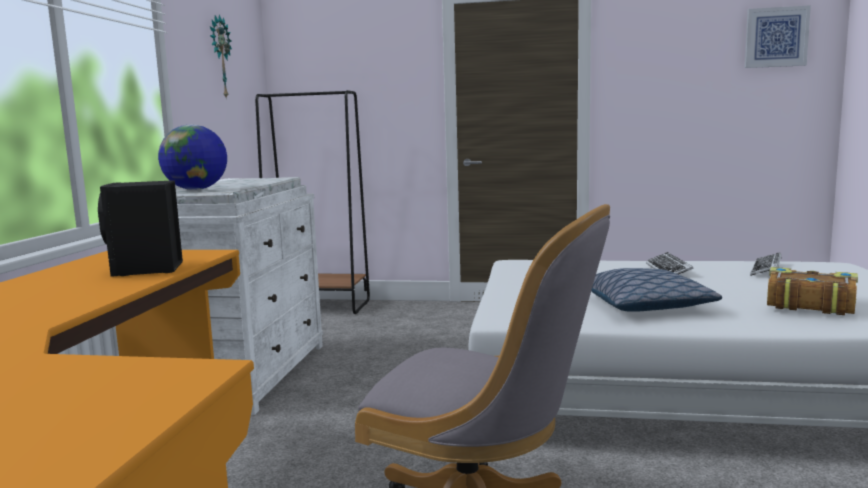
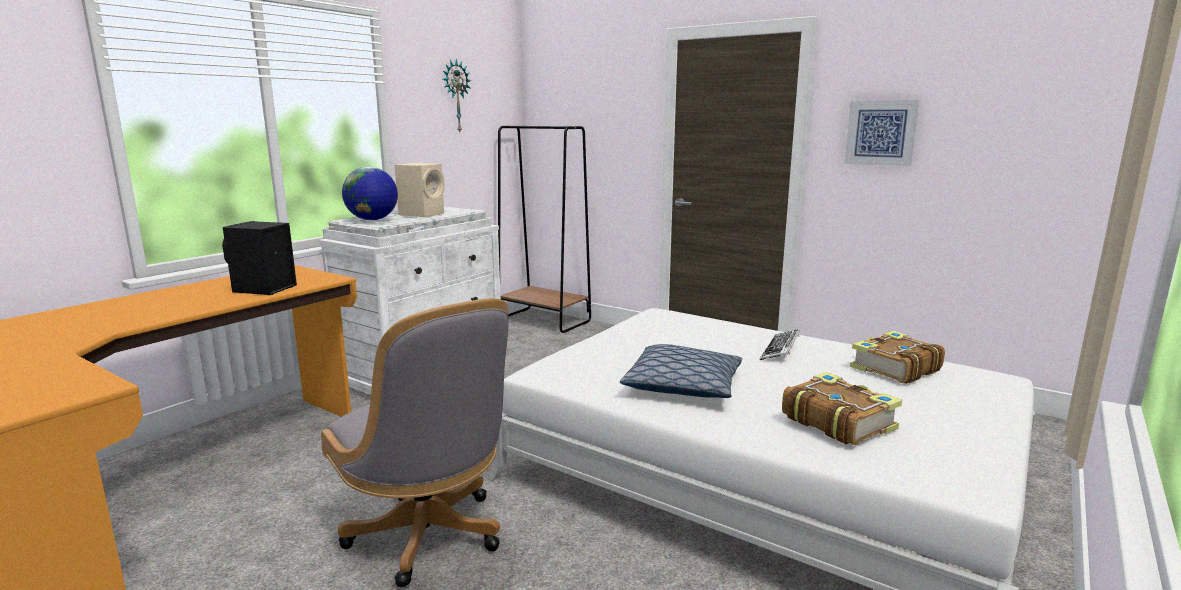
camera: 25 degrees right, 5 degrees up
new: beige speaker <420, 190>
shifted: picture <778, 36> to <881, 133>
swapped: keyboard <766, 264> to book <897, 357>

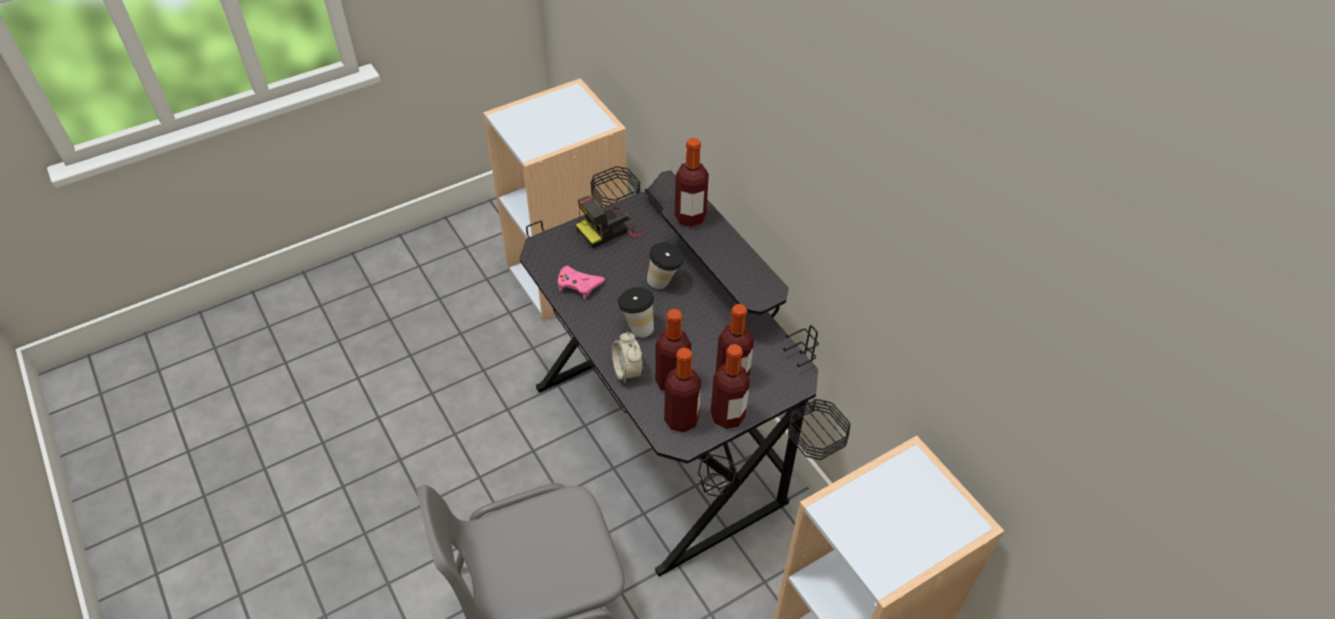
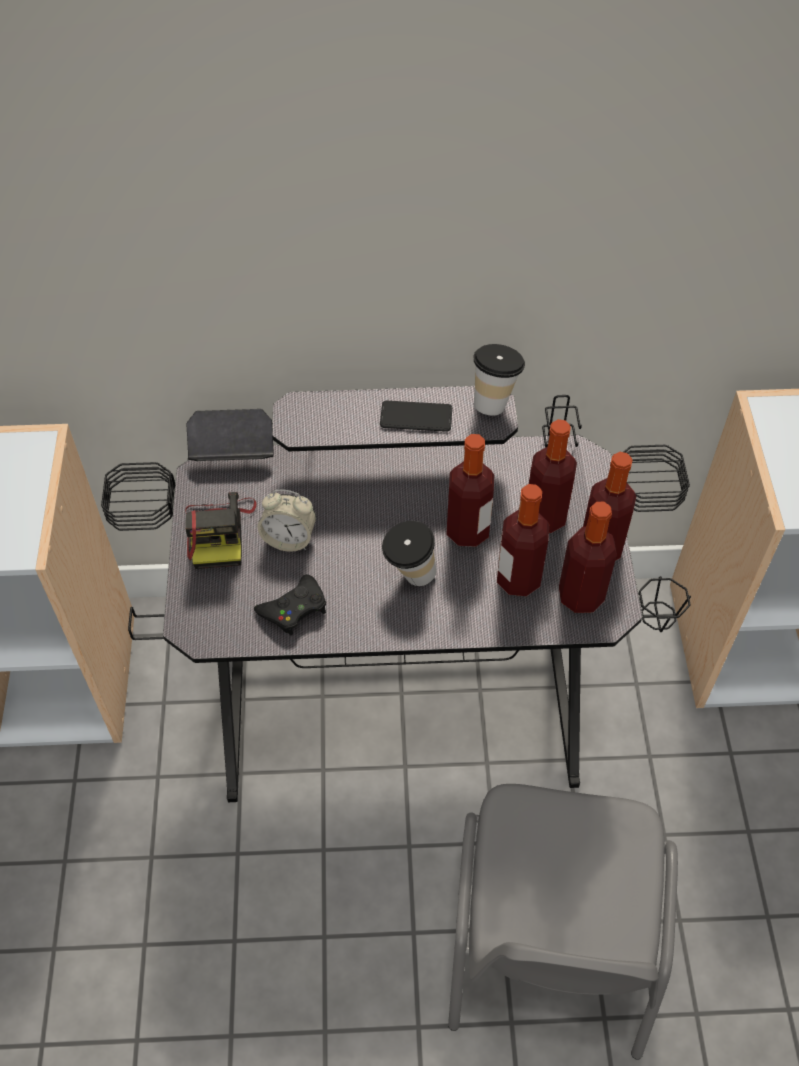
camera: 60 degrees left, 5 degrees up
new: phone <416, 416>
shifted: bottle <692, 182> to <470, 490>; cup <665, 265> to <499, 380>; alarm clock <627, 358> to <287, 521>
repainted: pink game controller <581, 282> to black game controller <290, 605>

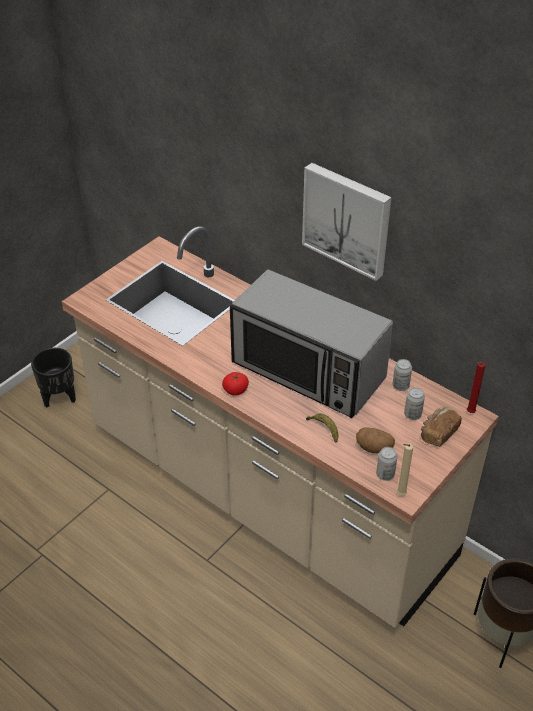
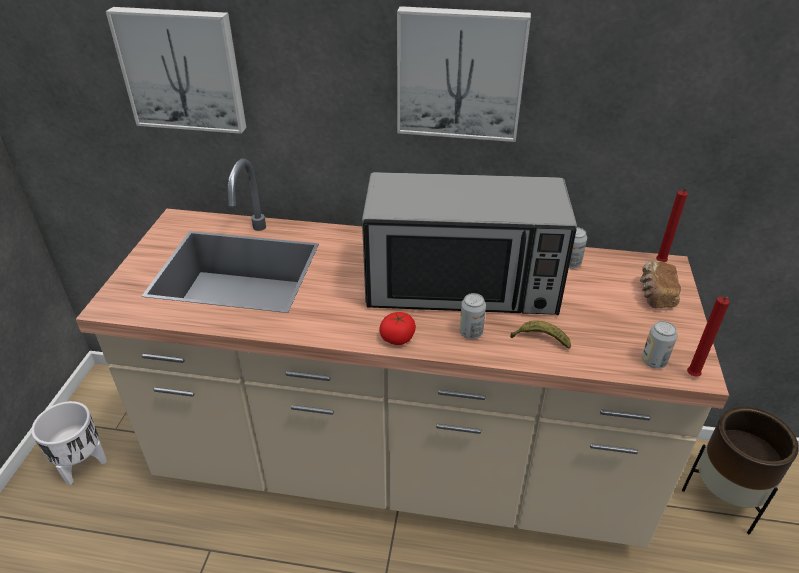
camera: 30 degrees left, 5 degrees down
gone: potato <375, 440>
new: picture <176, 70>
shifted: can <414, 403> to <472, 316>
repainted: black planter <53, 378> to white planter <69, 443>; beige candle <405, 469> to red candle <708, 336>

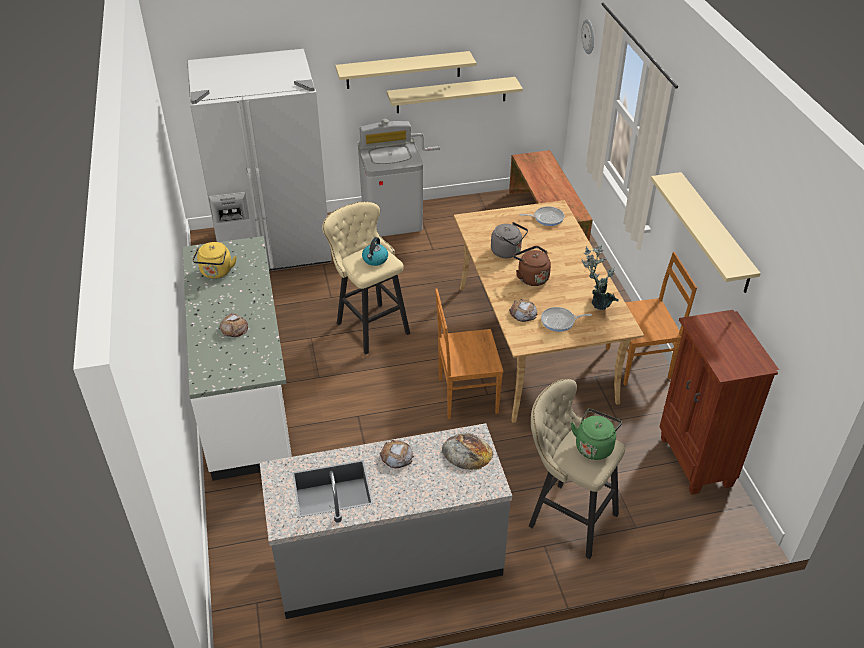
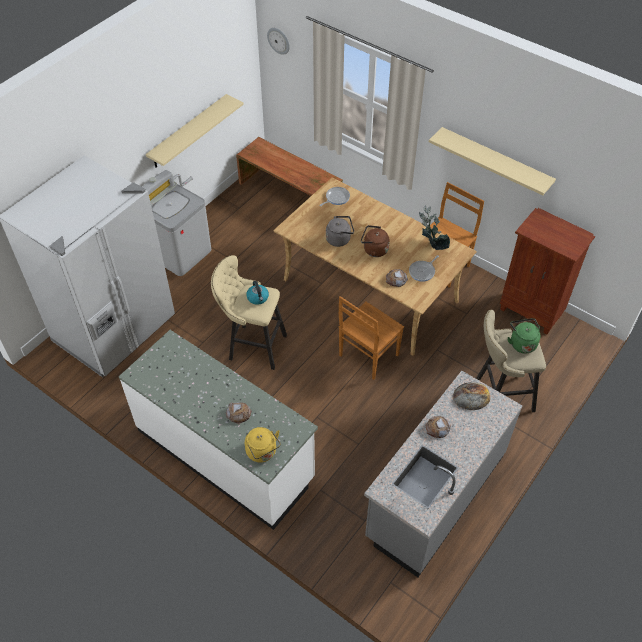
camera: 40 degrees left, 10 degrees up
gone: beige shelf <405, 70>
shifted: yellow kettle <214, 260> to <263, 445>

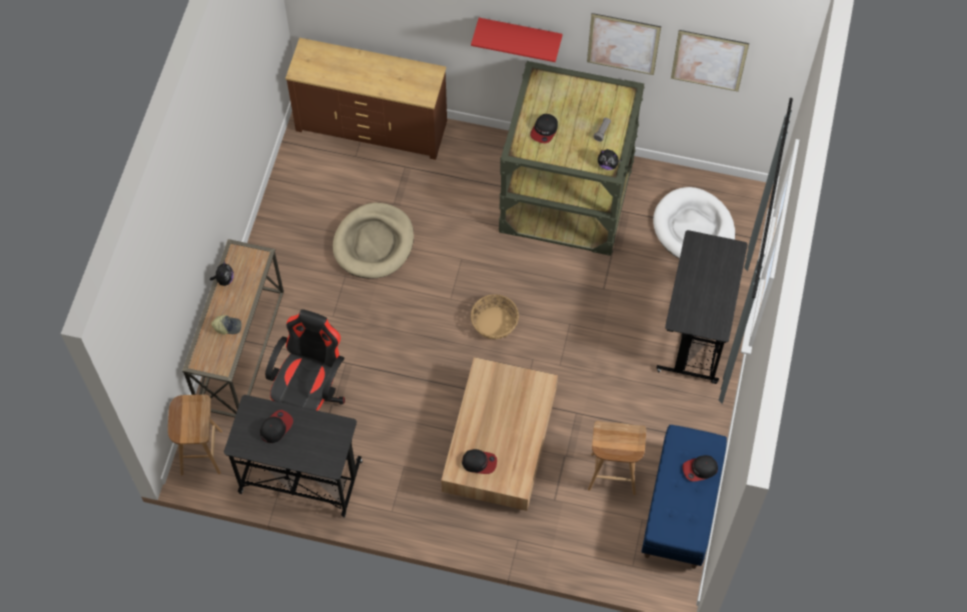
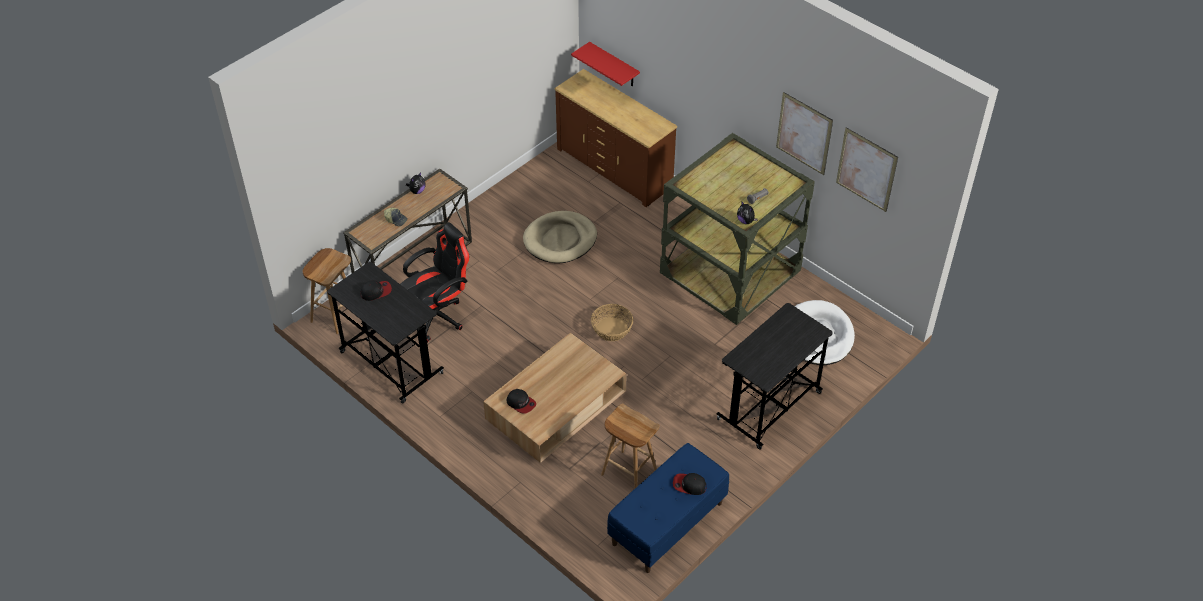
camera: 30 degrees right, 15 degrees down
gone: cap <544, 128>
shifted: red shelf <517, 40> to <605, 64>

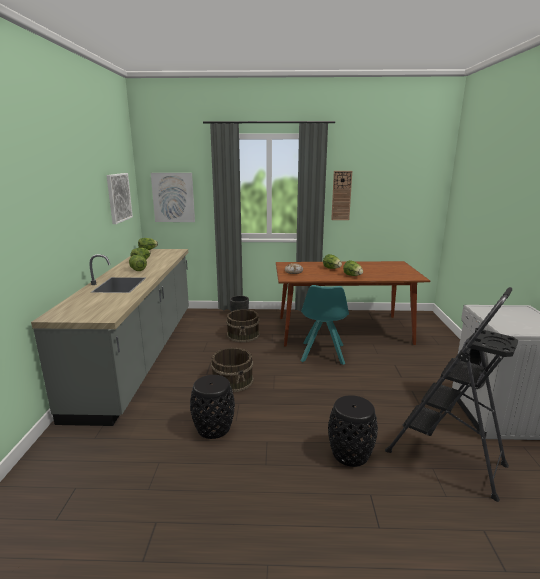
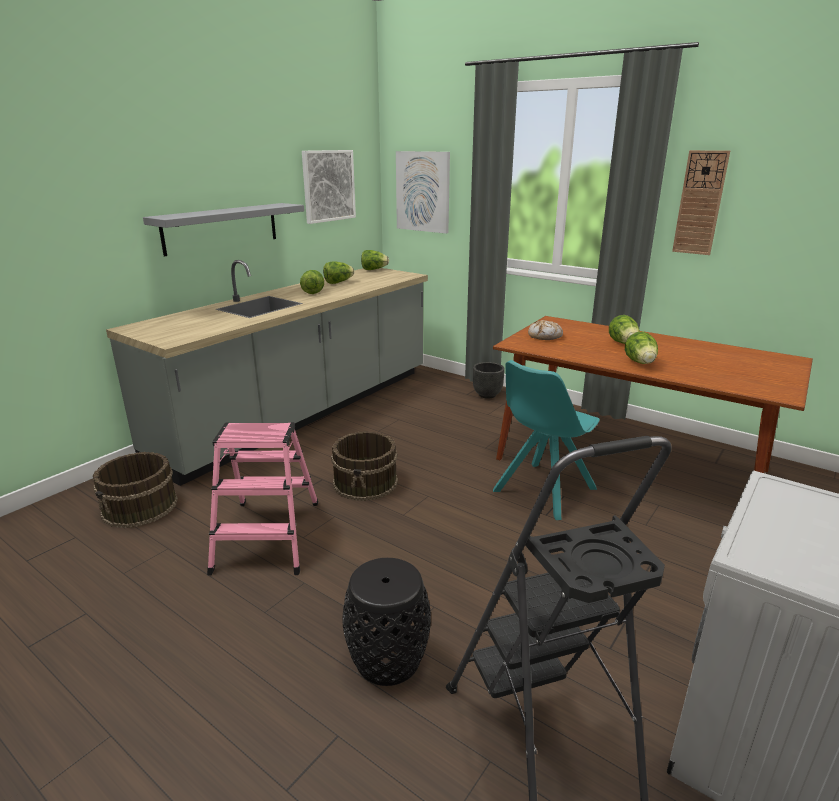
camera: 35 degrees right, 5 degrees up
new: grey shelf <223, 230>
shifted: brown bucket <242, 325> to <135, 490>
swapped: black stool <212, 407> to pink step ladder <262, 499>

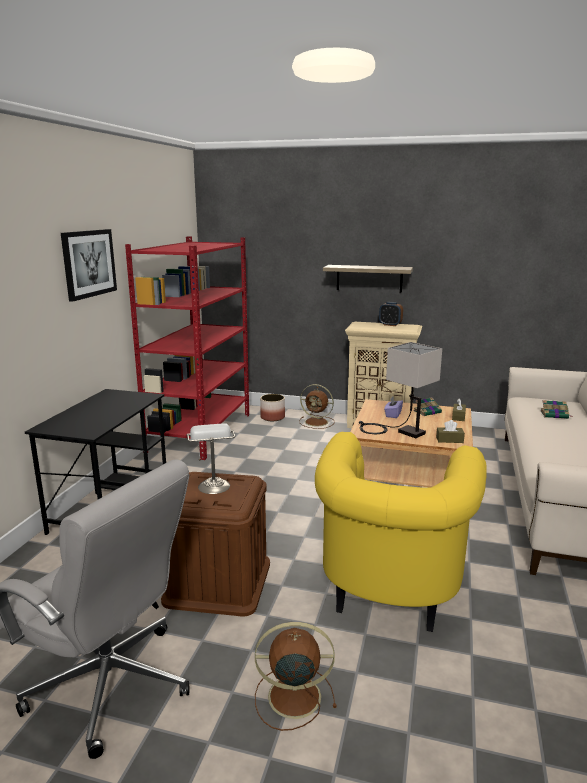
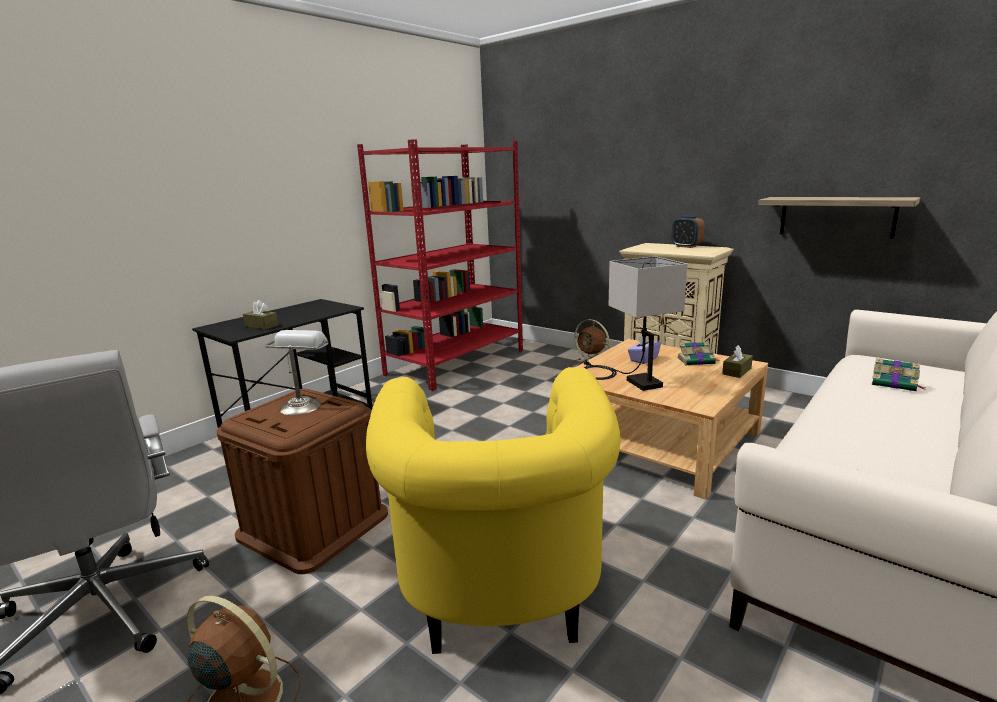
camera: 25 degrees right, 0 degrees up
gone: picture <89, 265>; planter <272, 407>
shifted: shelf <368, 278> to <839, 218>; brown tissue box <450, 431> to <261, 315>
rotated: yellow armchair <401, 532> = <493, 510> 45 degrees counterclockwise

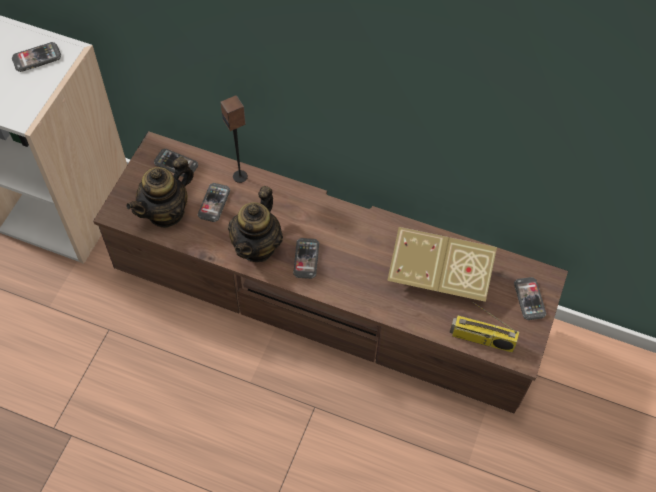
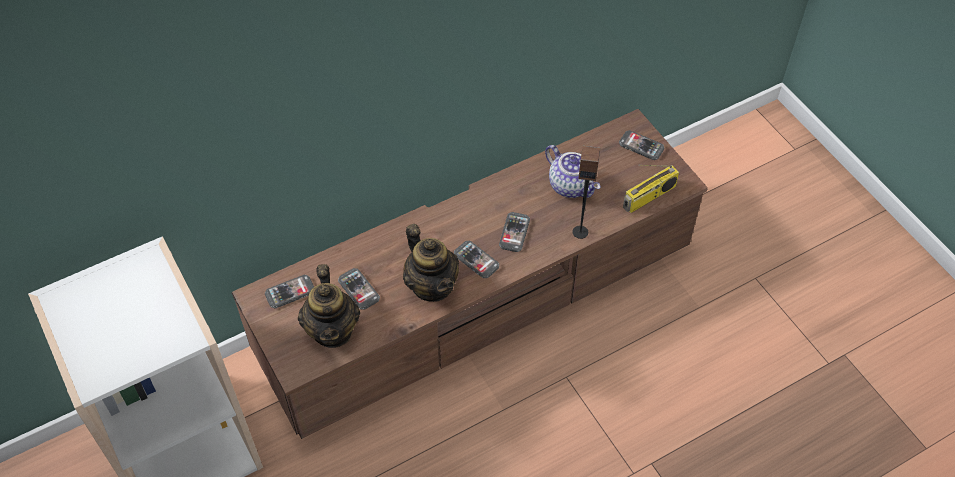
camera: 50 degrees left, 5 degrees down
shifted: phone <36, 57> to <514, 232>; speaker <234, 139> to <586, 192>
swapped: book <442, 264> to teapot <573, 171>

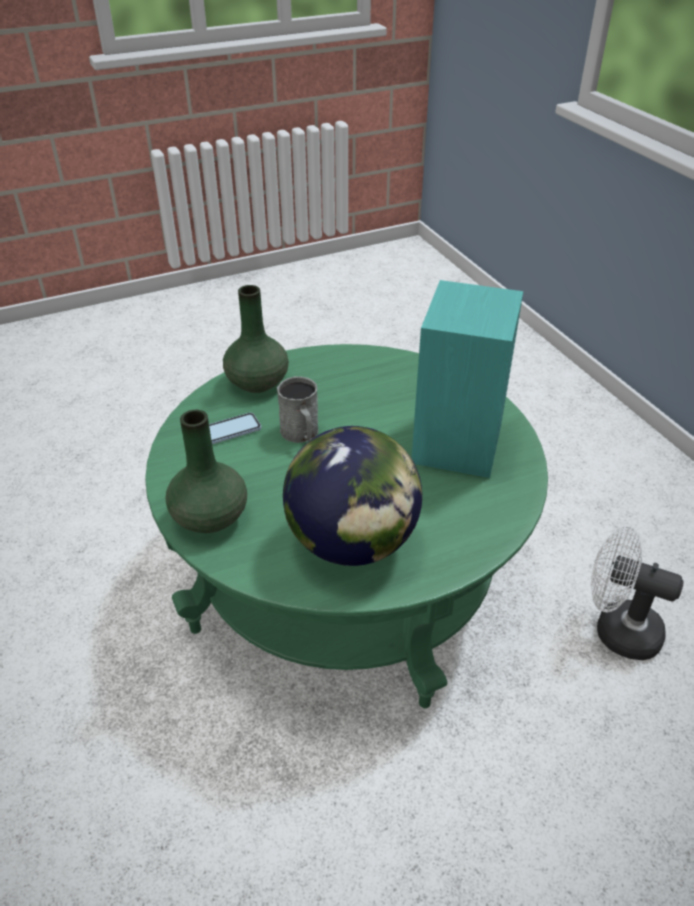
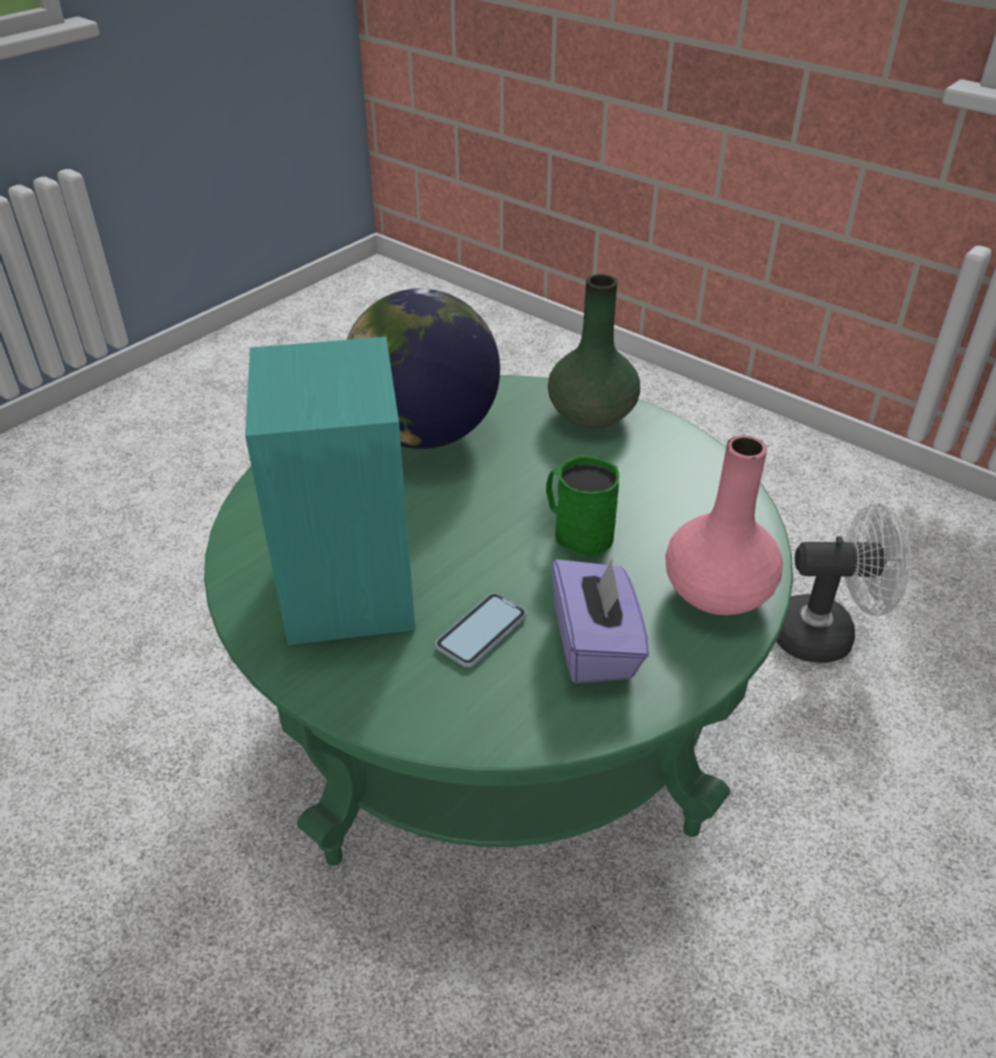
camera: 155 degrees right, 0 degrees up
new: purple tissue box <600, 620>
shifted: phone <235, 428> to <480, 630>; white fan <637, 593> to <843, 583>
repainted: green vase <256, 339> to pink vase <724, 525>; grey mug <297, 409> to green mug <582, 506>

